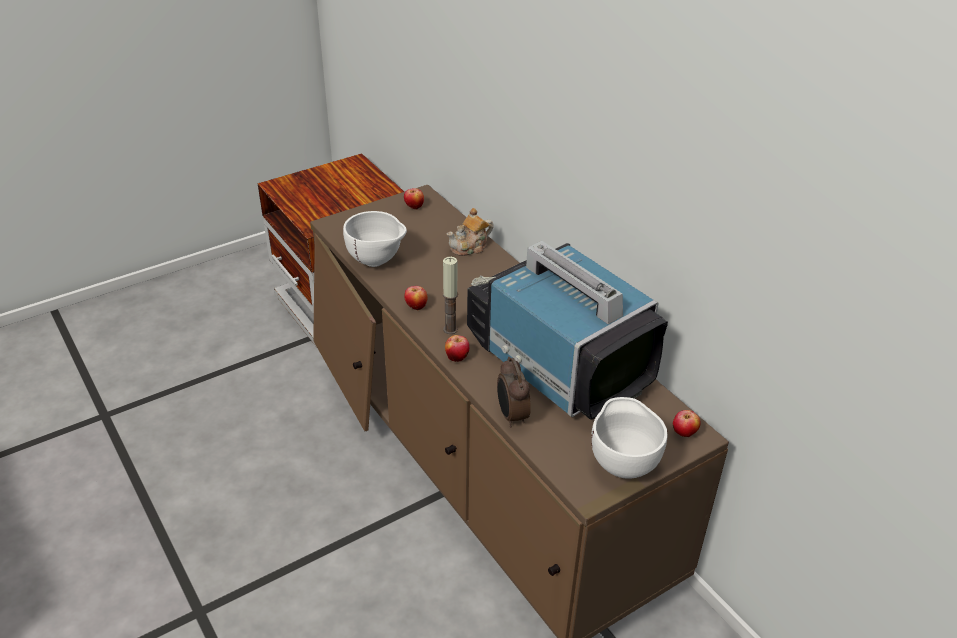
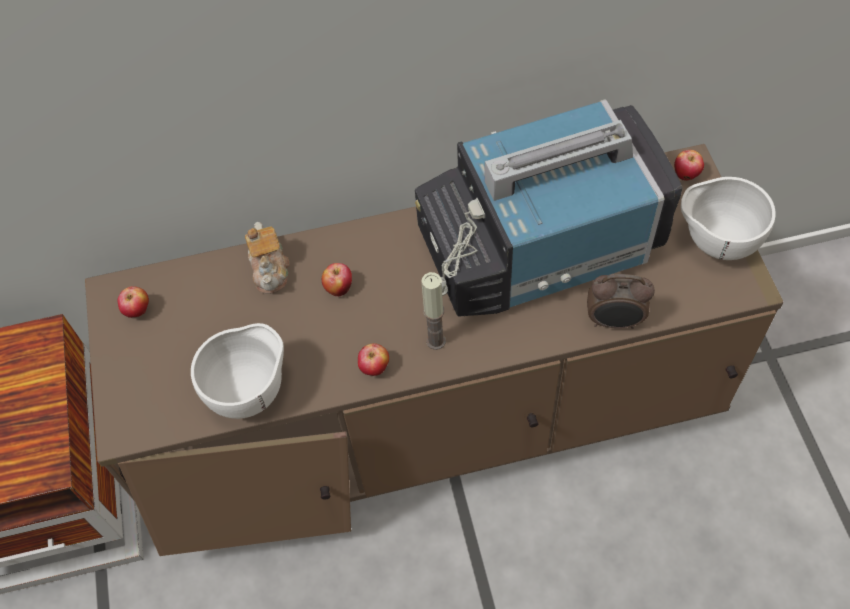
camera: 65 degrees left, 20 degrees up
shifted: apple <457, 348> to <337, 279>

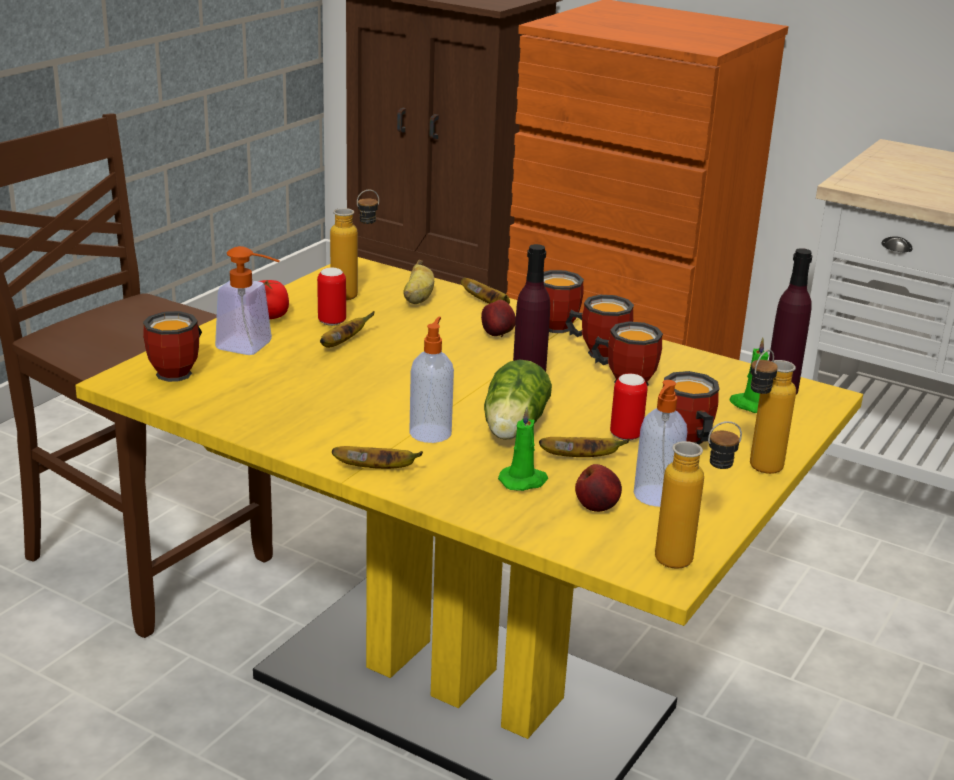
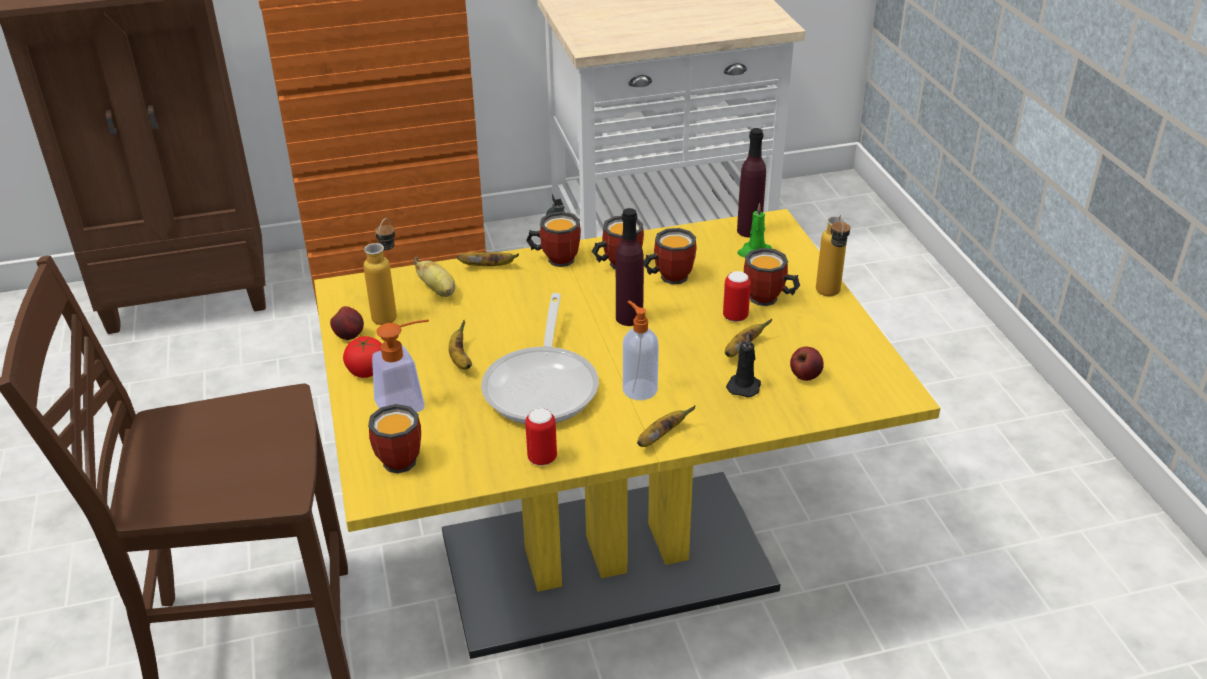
camera: 45 degrees left, 10 degrees up
gone: lettuce <518, 399>; soap dispenser <661, 443>; bottle <698, 495>
new: frying pan <540, 358>
shifted: can <331, 297> to <541, 437>; apple <498, 318> to <347, 323>
repainted: green candle <523, 449> to black candle <743, 366>

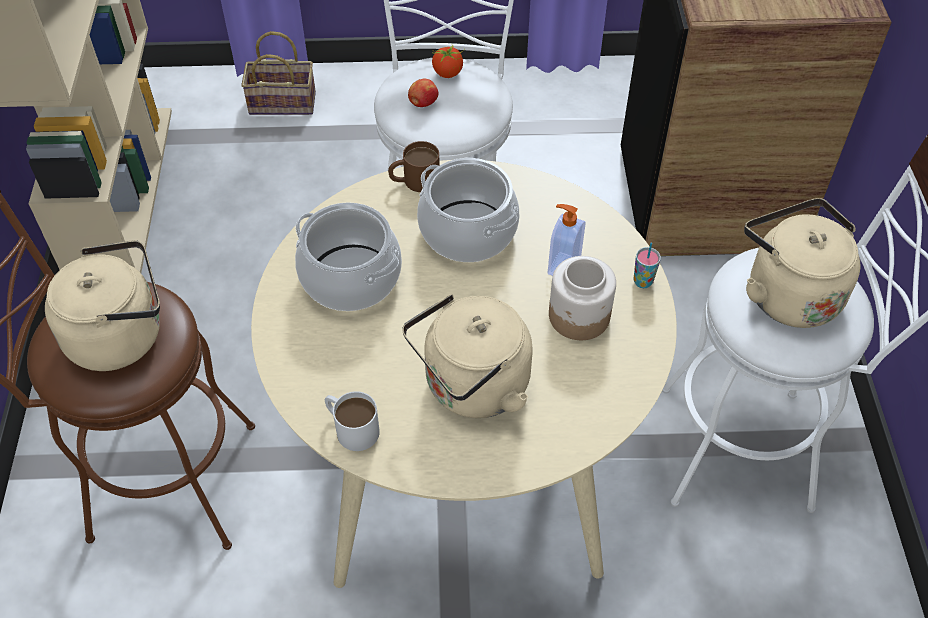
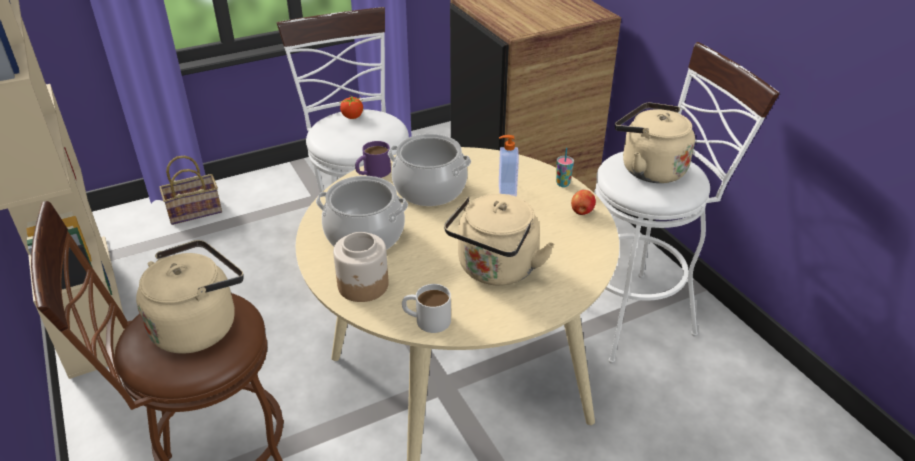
camera: 25 degrees left, 15 degrees down
shifted: apple <423, 93> to <583, 202>; jar <582, 298> to <361, 267>
repainted: brown mug <414, 166> to purple mug <373, 159>

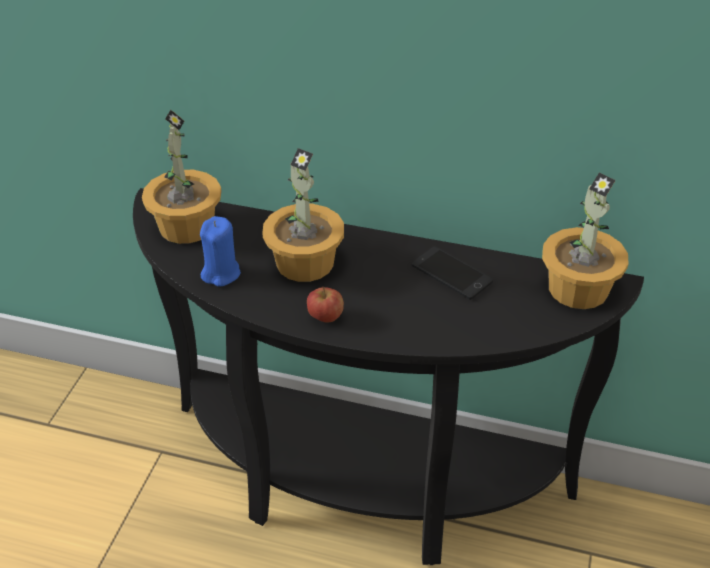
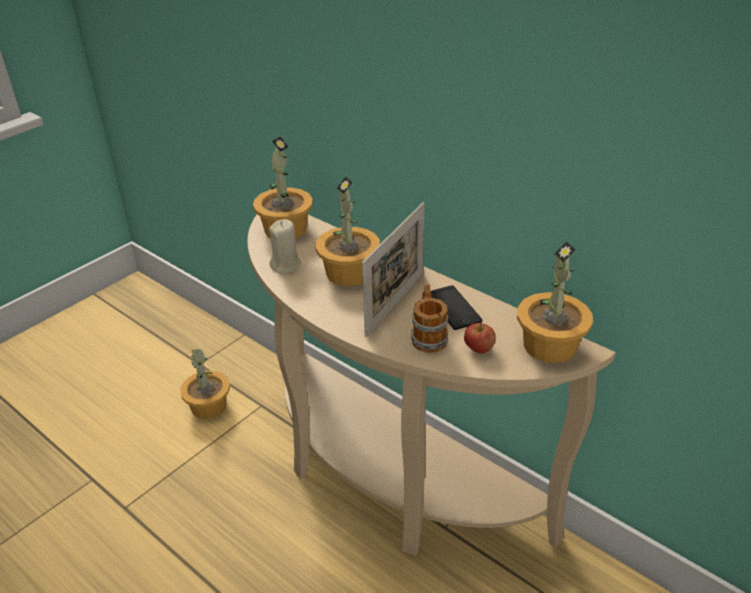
camera: 25 degrees right, 5 degrees down
new: picture frame <393, 269>; mug <429, 318>; potted plant <205, 382>
shifted: apple <325, 304> to <480, 338>
repainted: black console table <388, 376> to beige console table <431, 385>; blue candle <220, 251> to beige candle <285, 246>

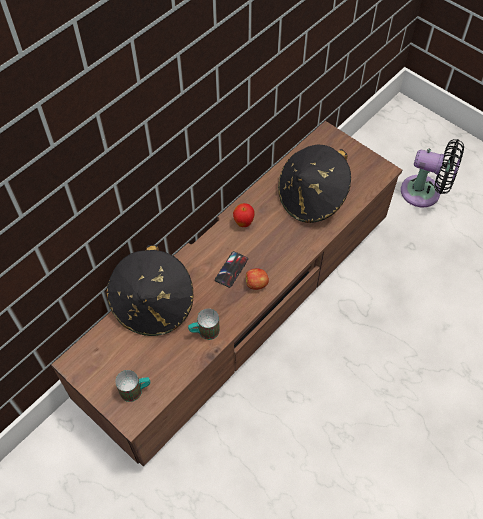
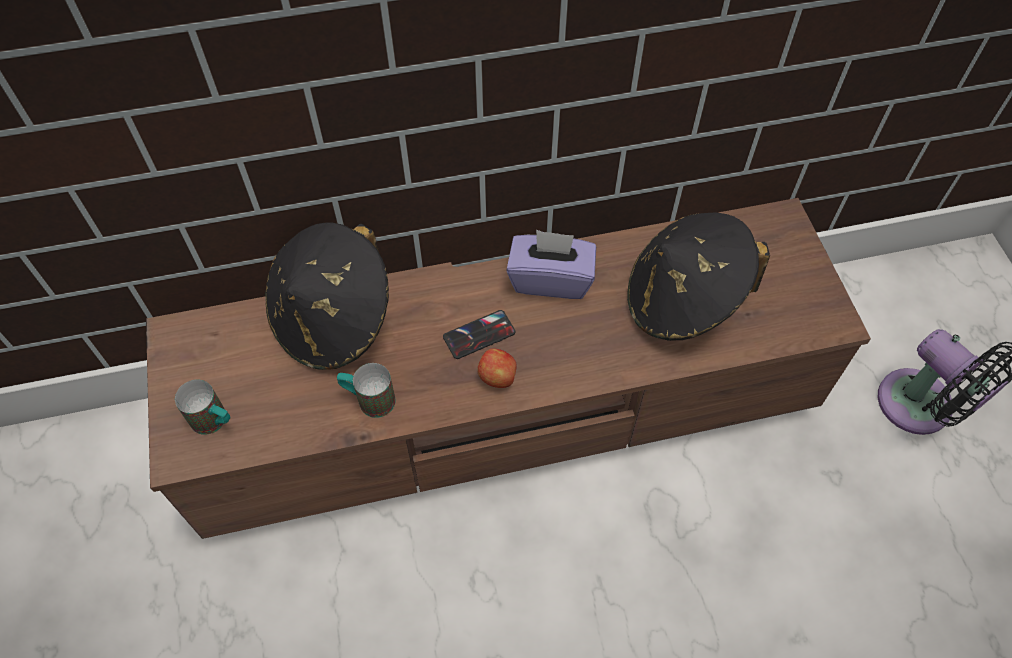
camera: 35 degrees right, 0 degrees up
swapped: apple <244, 215> to purple tissue box <551, 264>

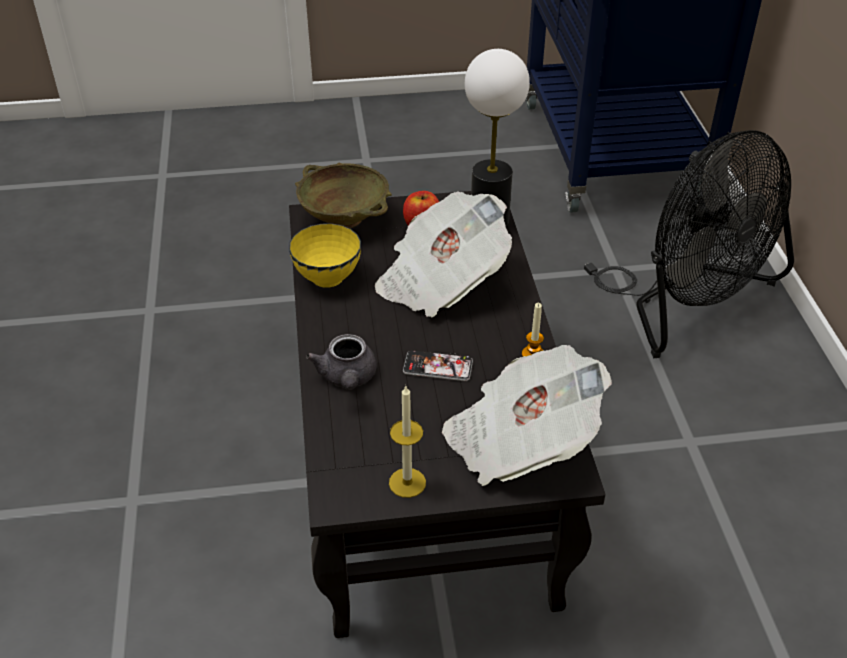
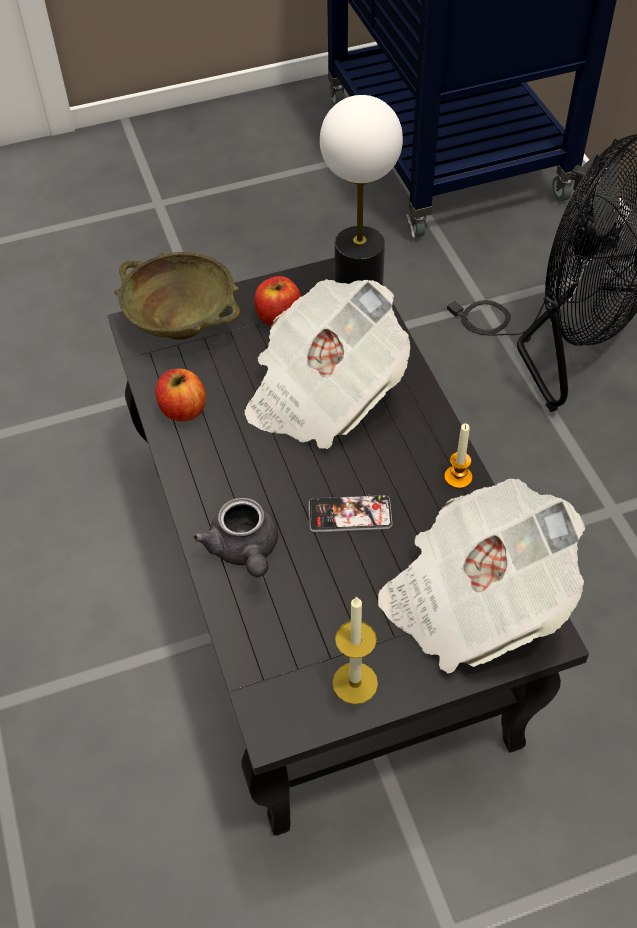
camera: 10 degrees left, 10 degrees up
swapped: yellow bowl <325, 255> to apple <180, 395>

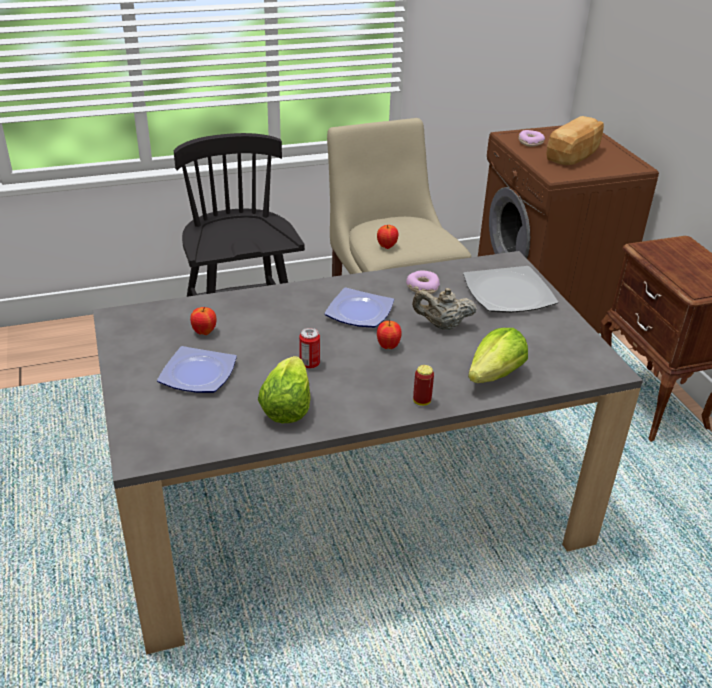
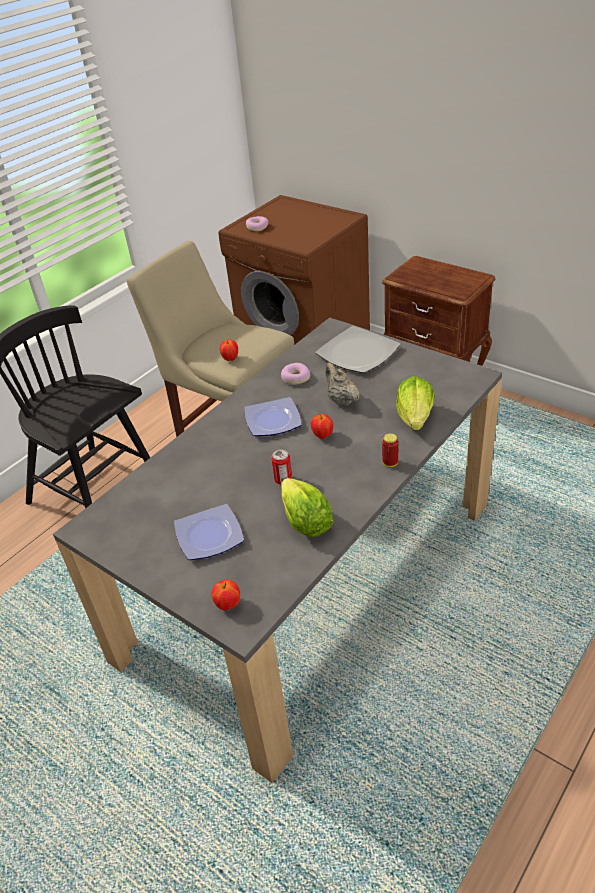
camera: 30 degrees left, 5 degrees up
gone: bread <575, 140>
shifted: apple <203, 321> to <226, 595>
rotated: beige teapot <444, 309> = <342, 384> 90 degrees clockwise

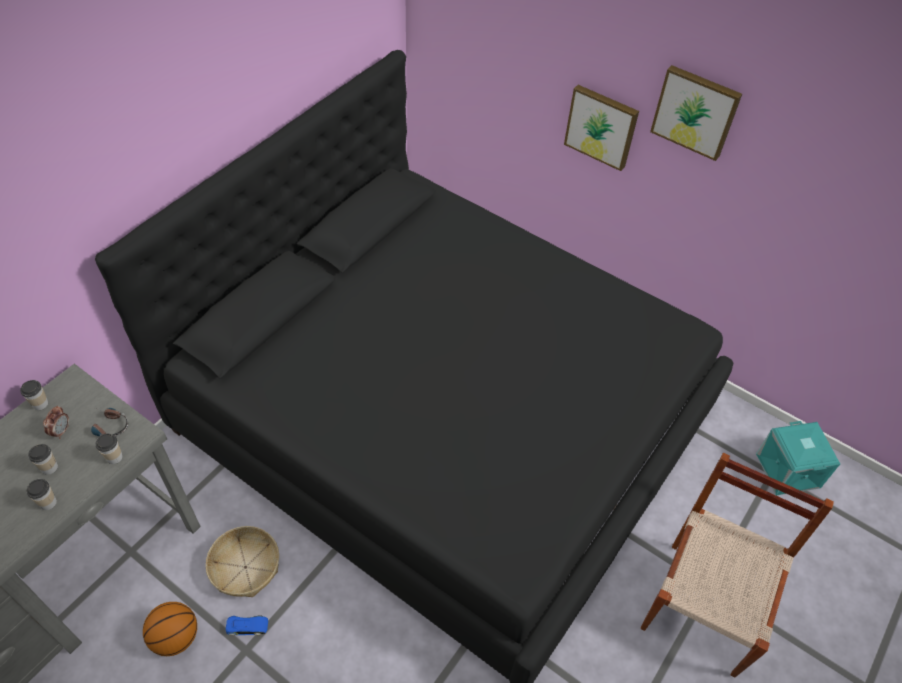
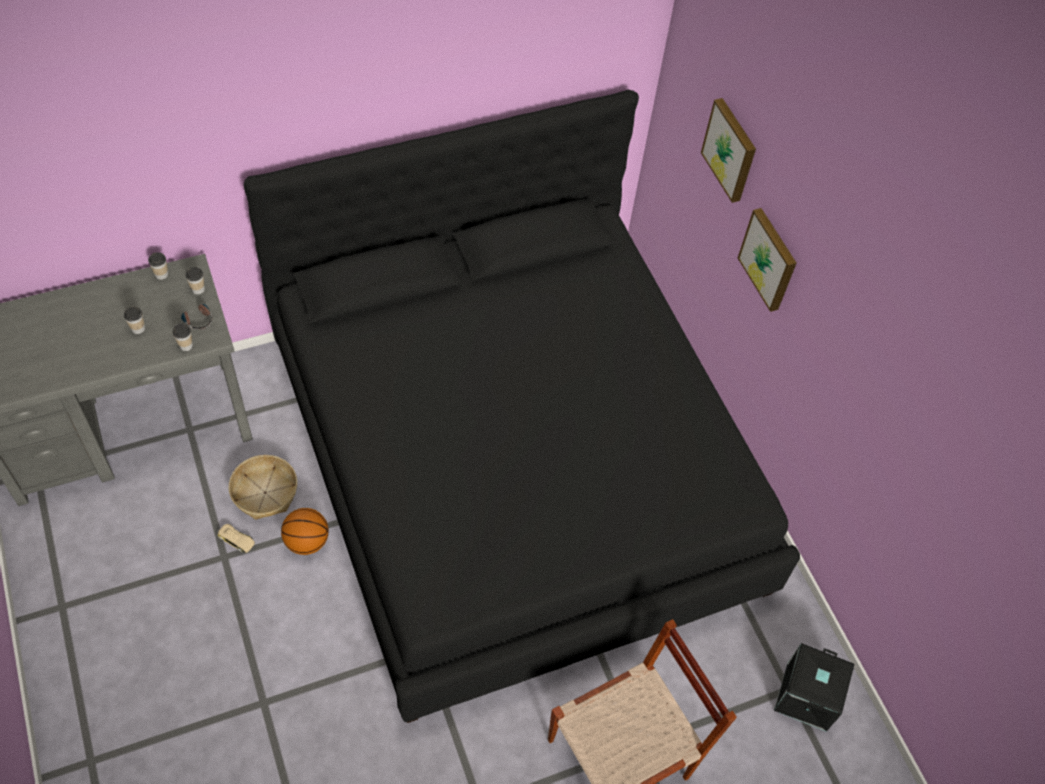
camera: 30 degrees right, 5 degrees up
gone: alarm clock <56, 422>
shifted: picture <696, 113> to <728, 150>; cup <42, 494> to <195, 281>; basketball <170, 629> to <305, 531>
repainted: turquoise storage box <798, 458> to black storage box <814, 687>; blue toy car <247, 625> to beige toy car <236, 538>

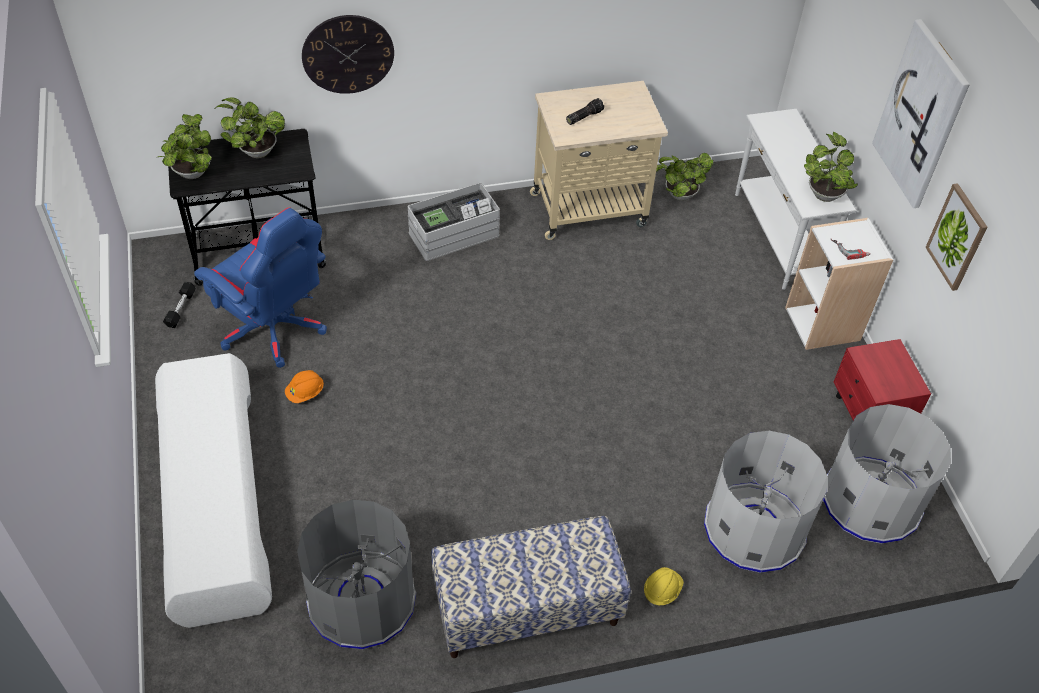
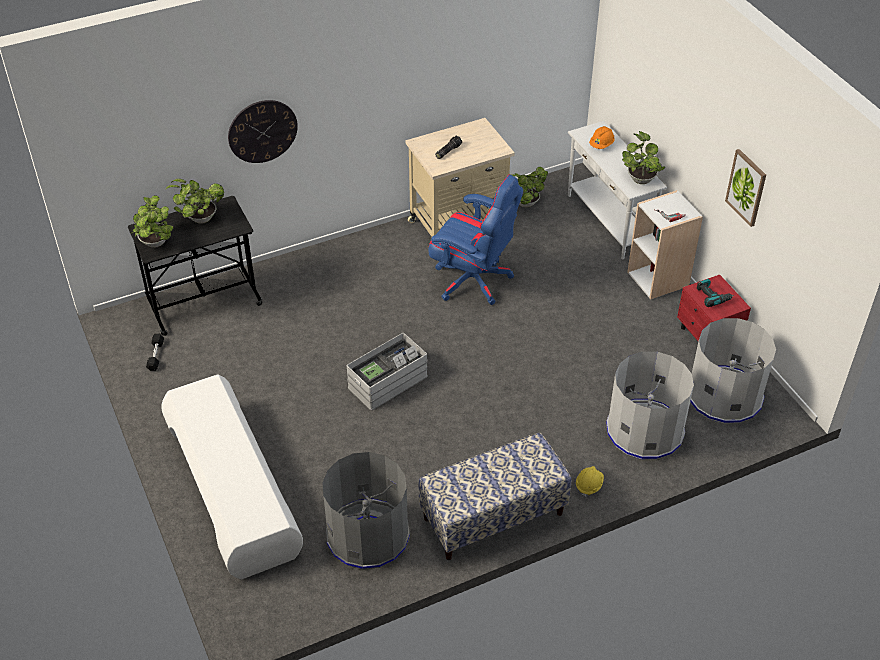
camera: 10 degrees left, 5 degrees down
gone: picture <921, 113>
new: power drill <715, 293>
shifted: grey storage box <454, 222> to <387, 371>; blue office chair <260, 287> to <476, 239>; orange hard hat <304, 386> to <602, 137>

